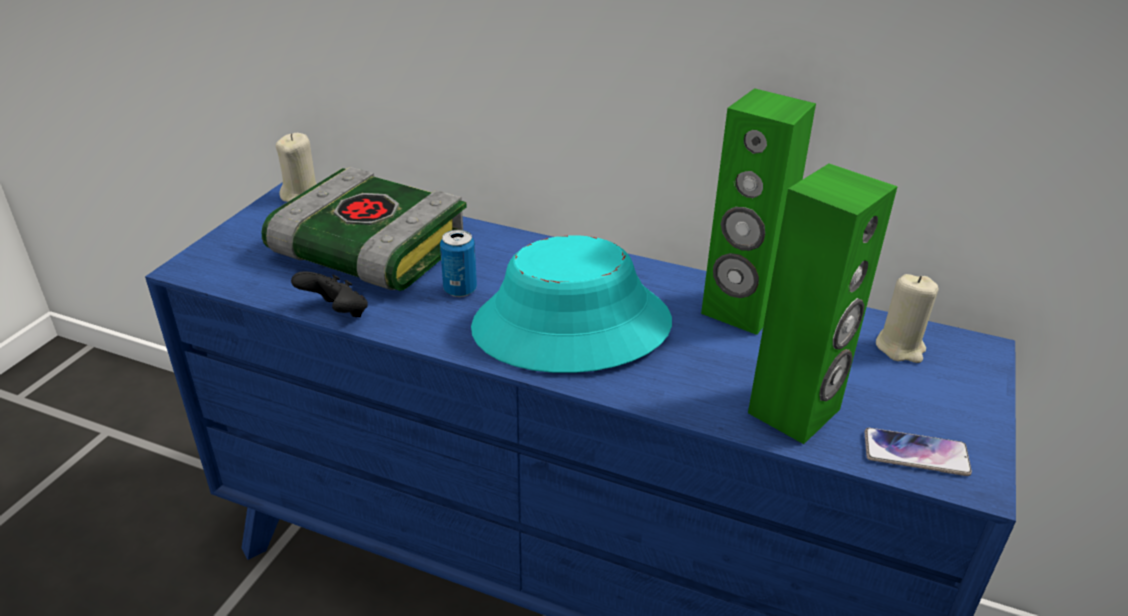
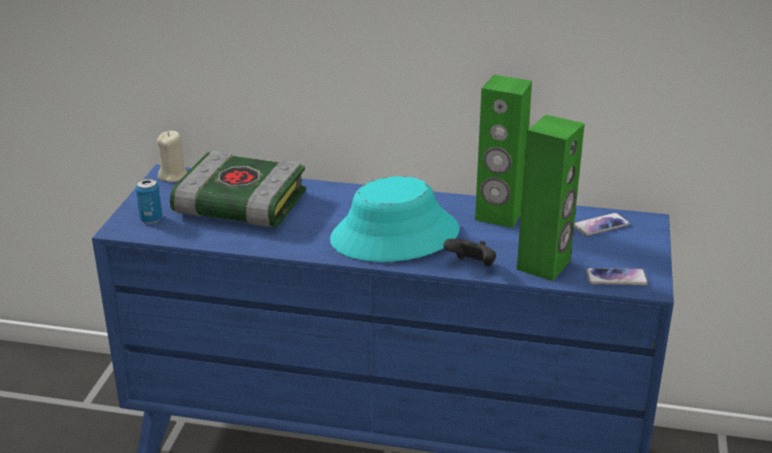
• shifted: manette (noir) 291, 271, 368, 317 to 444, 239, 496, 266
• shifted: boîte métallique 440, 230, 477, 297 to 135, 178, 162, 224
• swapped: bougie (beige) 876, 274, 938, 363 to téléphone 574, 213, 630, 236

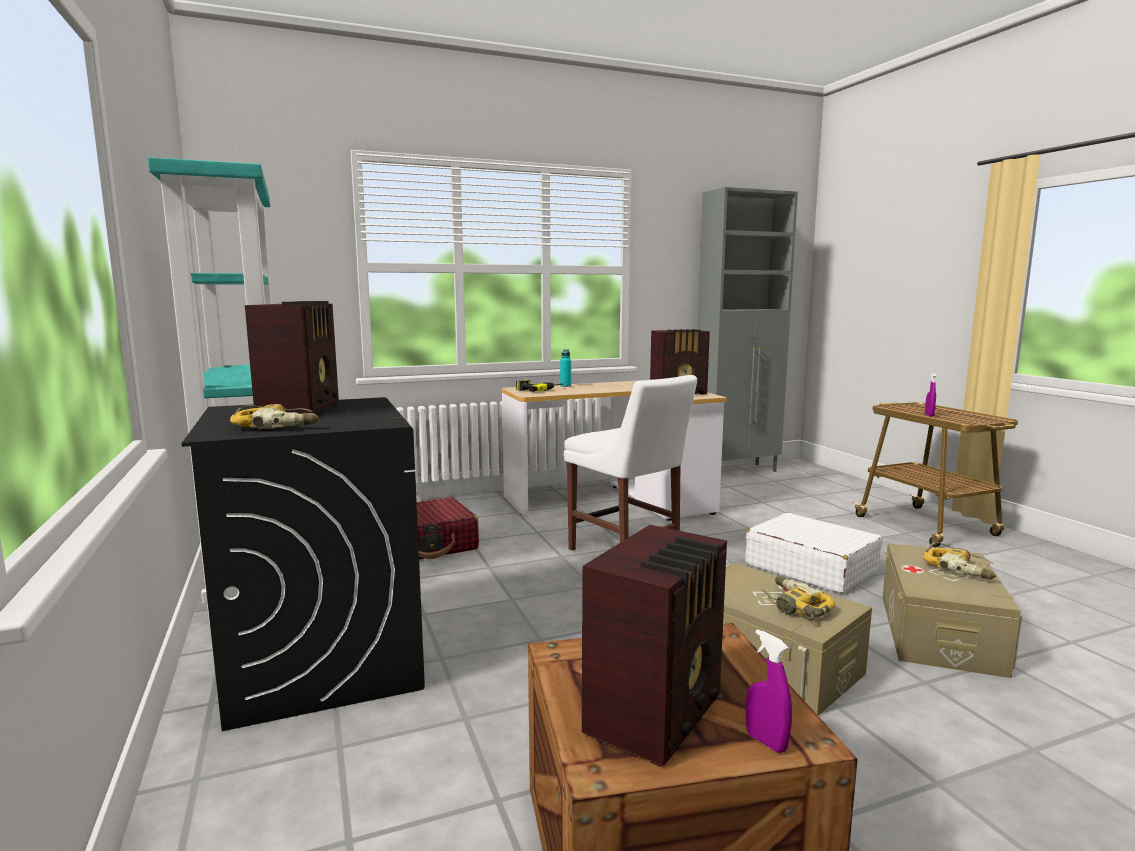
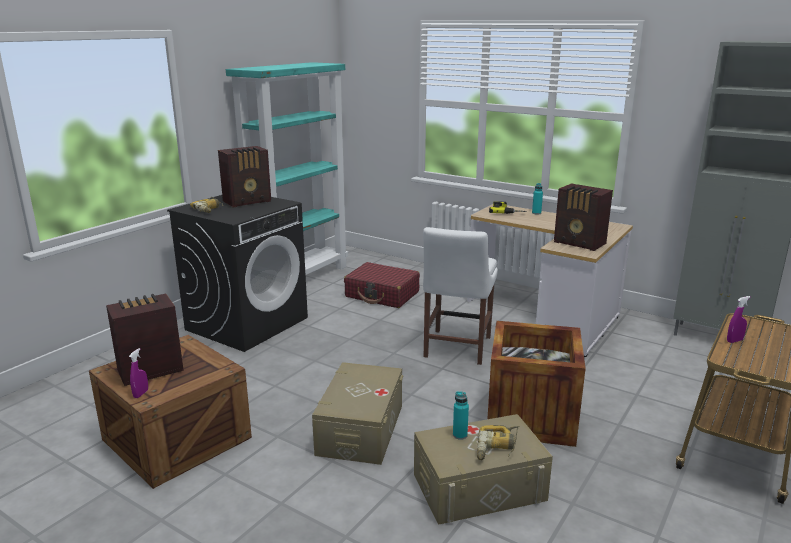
• gone: perceuse 761, 576, 835, 620
• new: bouteille (turquoise) 453, 391, 469, 440
• swapped: valise (blanc) 746, 513, 882, 593 to caisse 487, 321, 586, 447
• rotated: radio 582, 525, 727, 767 = 106, 294, 184, 386 150 degrees clockwise

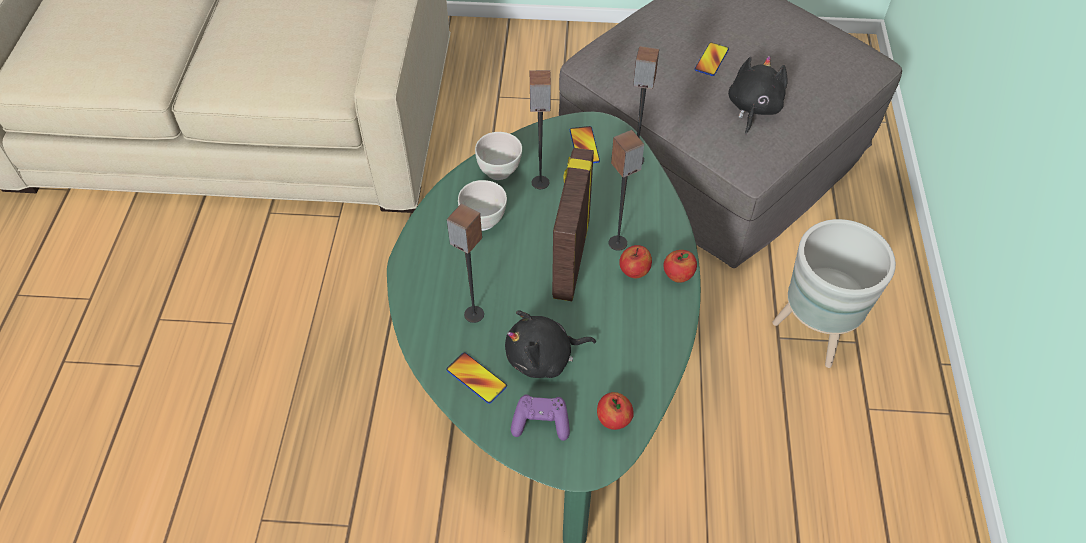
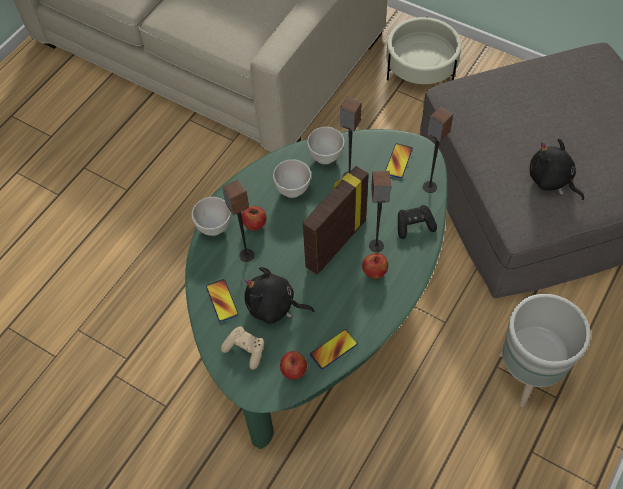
• new: bol (blanc) 192, 197, 231, 236
• new: cache-pot (beige) 386, 16, 461, 84
• new: manette (noir) 398, 205, 437, 239
• shifted: pomme 663, 250, 697, 283 to 242, 206, 267, 231
• shifted: téléphone 694, 42, 729, 76 to 310, 329, 358, 369
• repainted: manette (violet) 511, 394, 570, 441 to manette (beige) 221, 327, 264, 370
• rotated: peluche (noir) 728, 56, 787, 134 = 530, 138, 584, 200 90 degrees counterclockwise

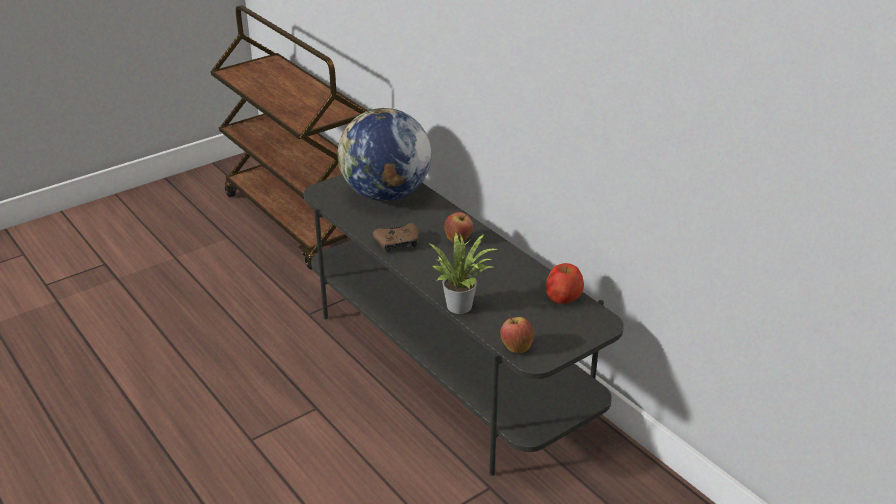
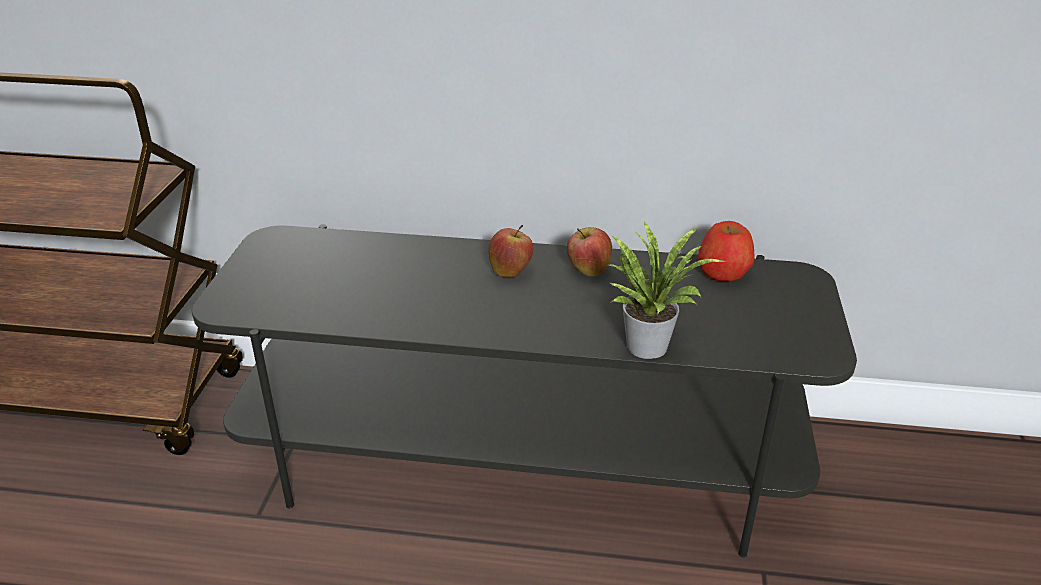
• gone: globe 338, 108, 431, 201
• gone: manette (marron) 373, 223, 418, 252
• shifted: pomme 500, 315, 534, 353 to 567, 227, 612, 276

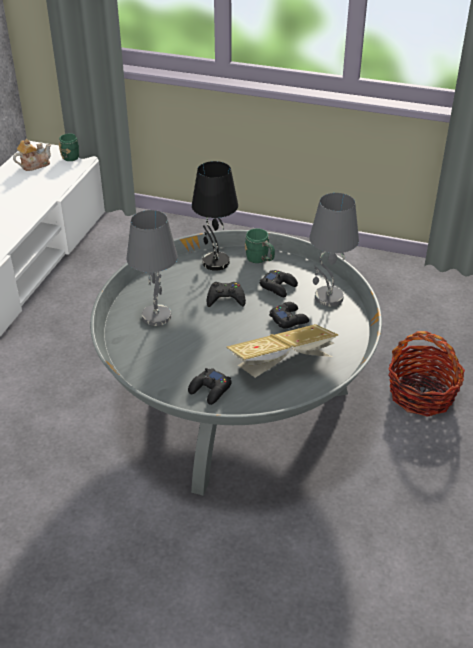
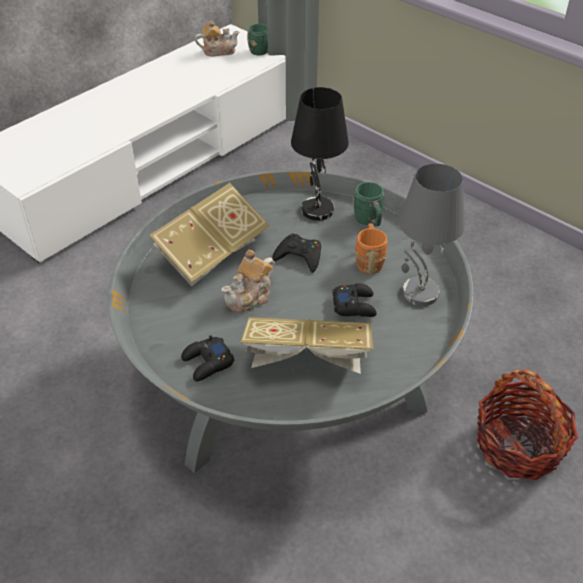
• new: théière 222, 250, 275, 312
• swapped: lampe de table (gris) 126, 210, 178, 326 to livre 149, 183, 270, 286
• swapped: manette (noir) 259, 270, 298, 297 to mug (orange) 355, 224, 388, 274

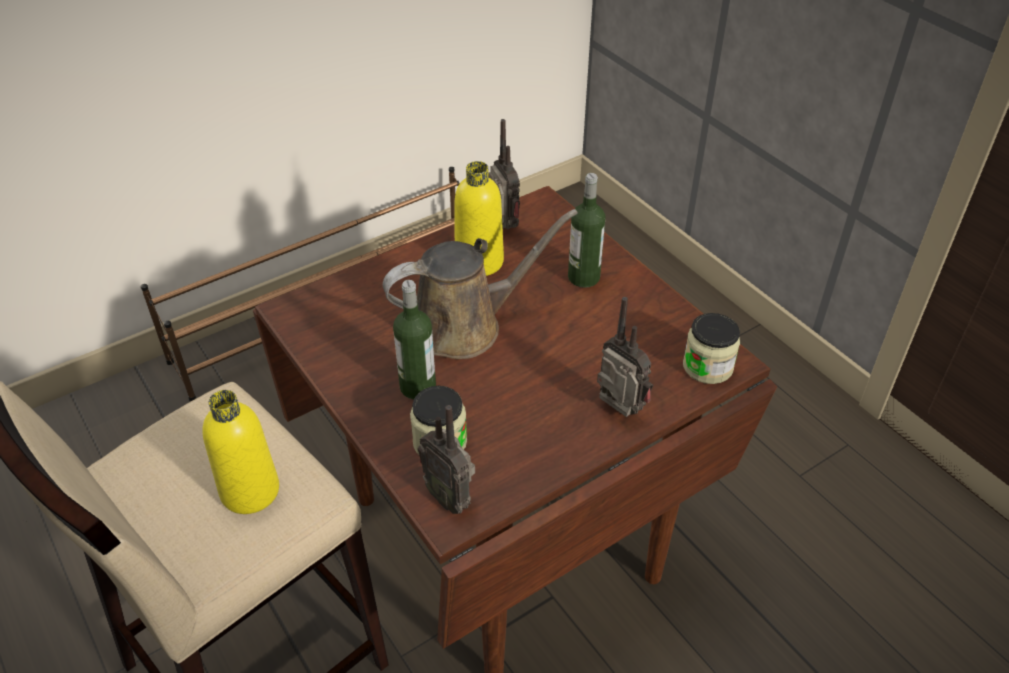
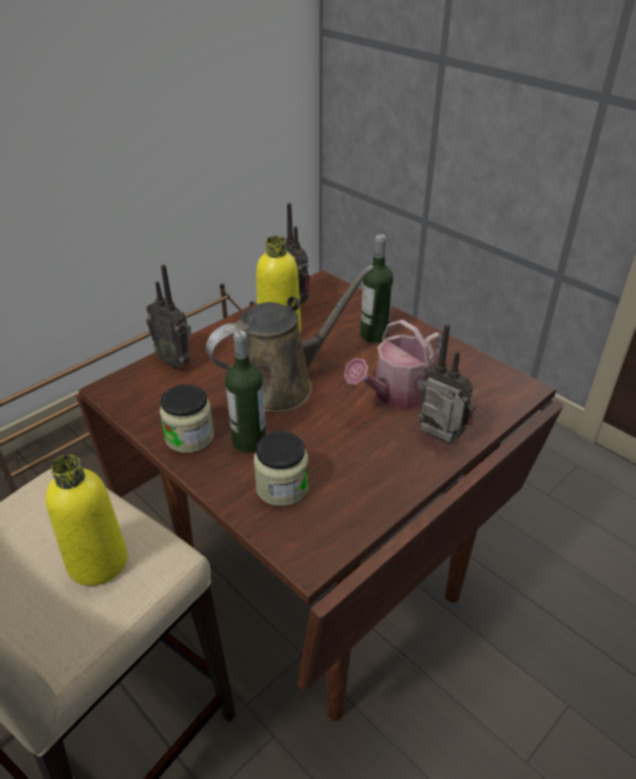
• new: arrosoir 344, 319, 442, 409
• shifted: radio 418, 405, 475, 514 to 146, 264, 191, 368
• shifted: bocal 683, 313, 740, 384 to 160, 384, 214, 453

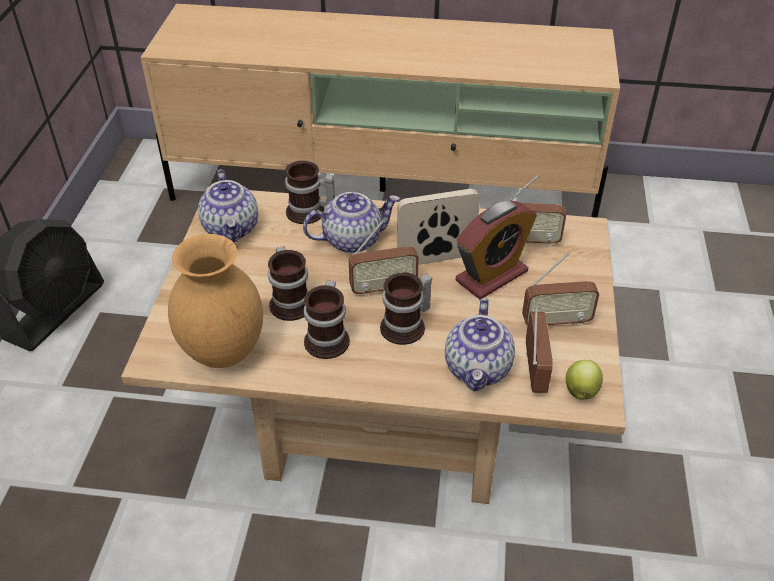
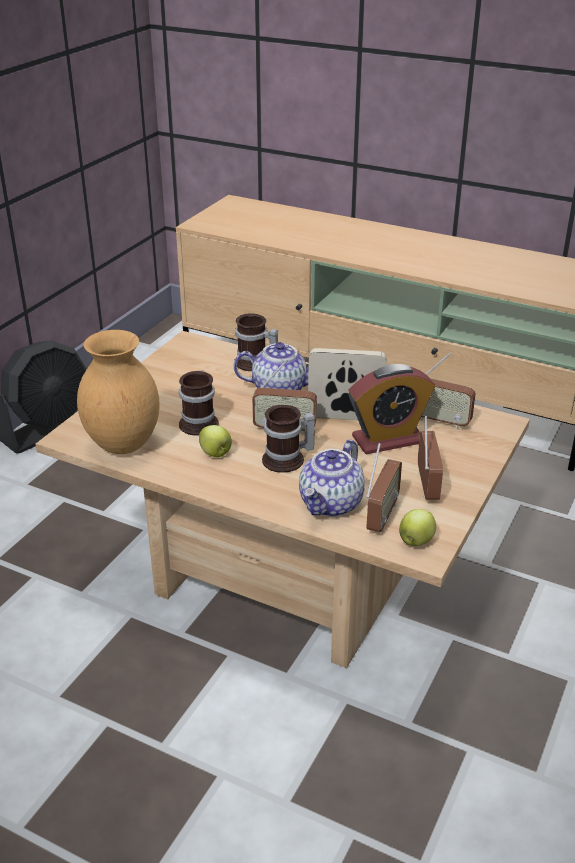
• gone: théière 198, 169, 258, 242
• swapped: mug 304, 280, 350, 359 to pomme 199, 425, 232, 457
• rotated: radio 522, 253, 599, 327 = 418, 416, 443, 500 105 degrees counterclockwise

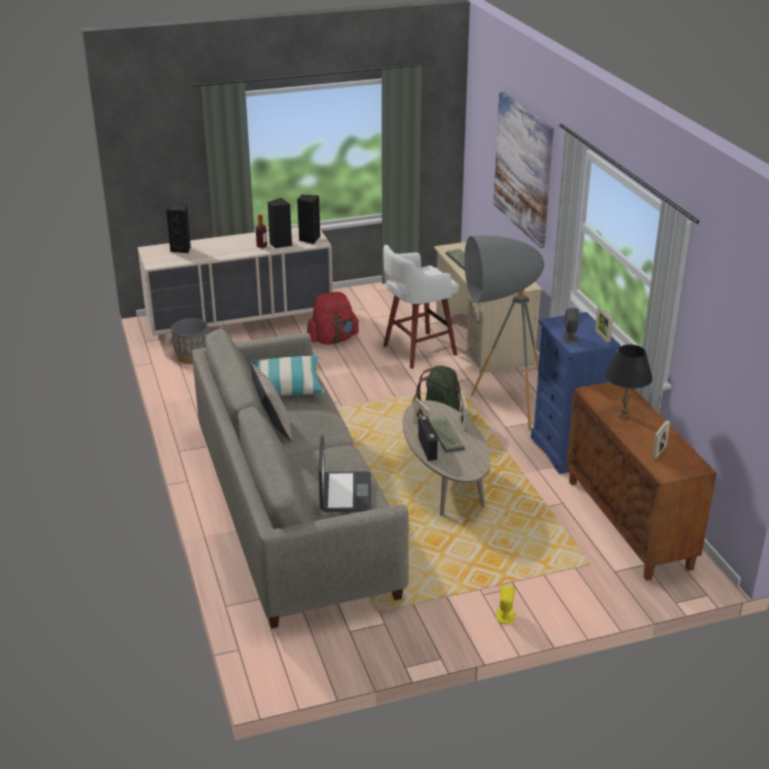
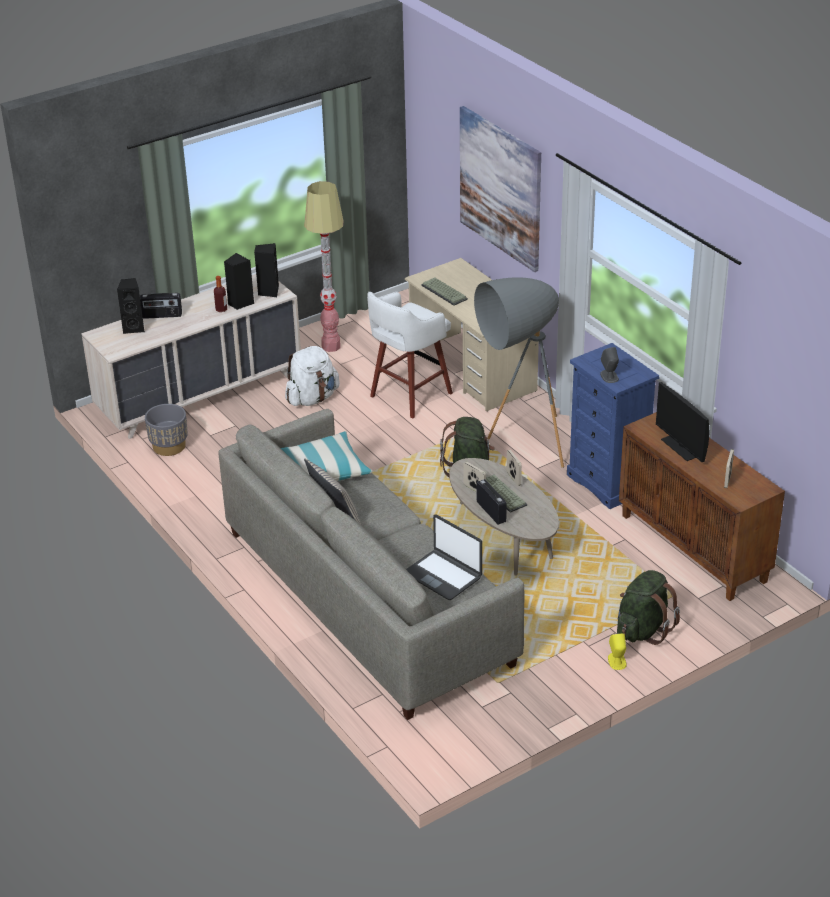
• gone: cadre photo 595, 307, 613, 343
• new: radio 140, 293, 182, 319
• new: lampadaire 304, 181, 344, 352
• new: sac à dos (vert) 617, 570, 680, 645
• swapped: lampe de table (noir) 605, 344, 653, 419 to écran d'ordinateur 656, 382, 710, 462
• repainted: sac à dos (rouge) 307, 292, 359, 344 to sac à dos (blanc) 285, 346, 340, 406
• rotated: ordinateur portable 319, 435, 371, 512 = 406, 515, 482, 600 150 degrees clockwise

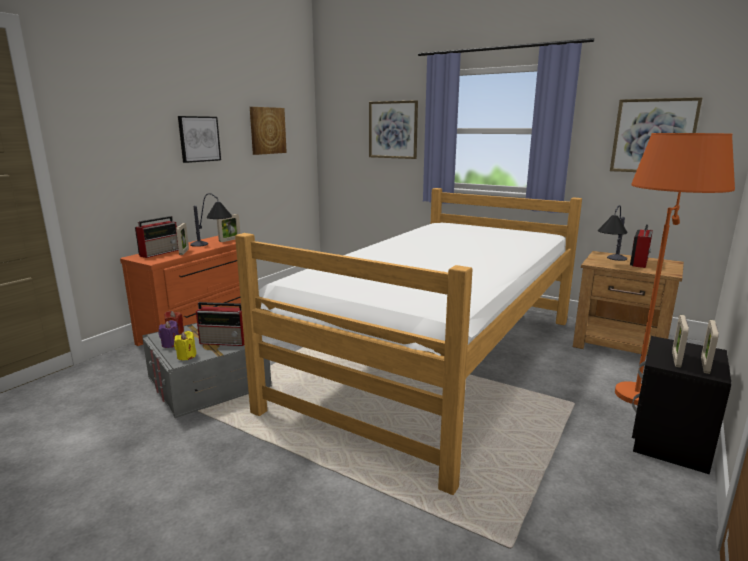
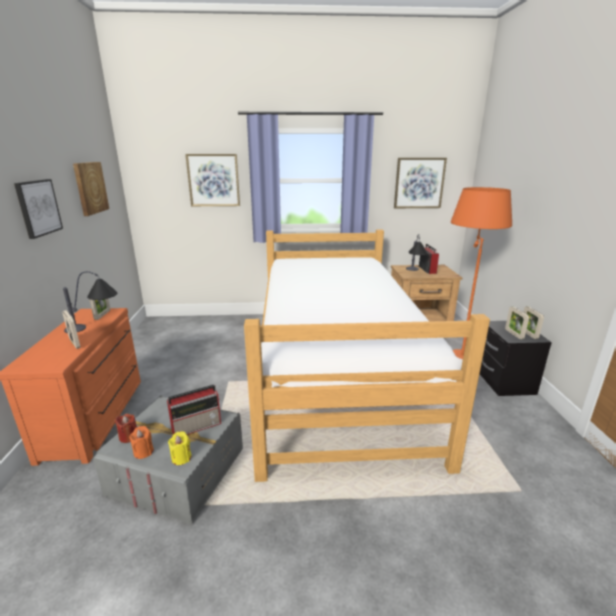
• gone: radio 135, 216, 179, 258
• repainted: bougie (violet) 159, 320, 179, 348 to bougie (orange) 129, 426, 154, 459

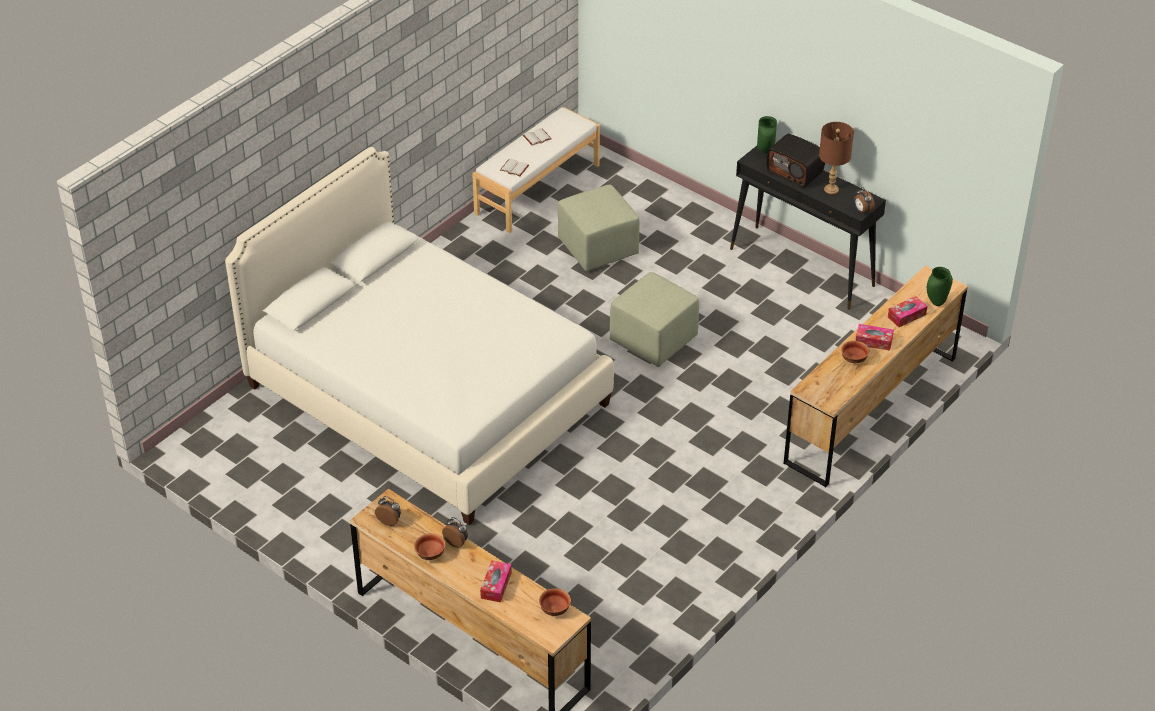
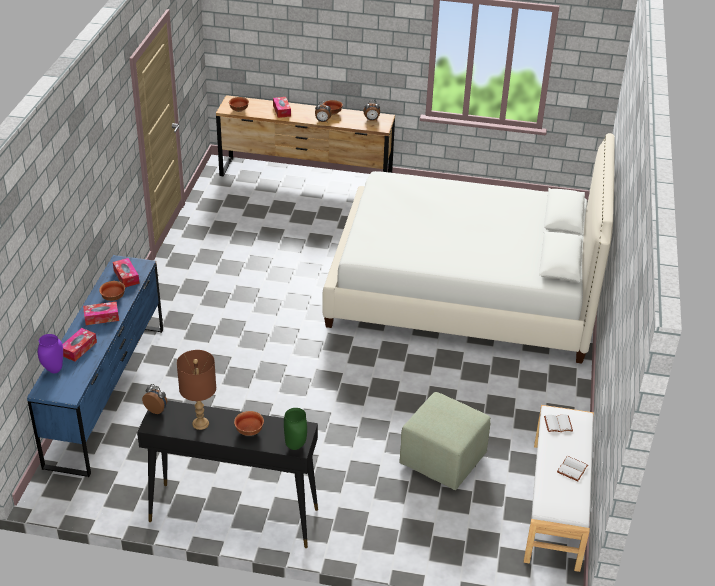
• gone: pouf (vert) 610, 272, 699, 367
• new: boîte à mouchoirs 113, 258, 140, 287
• swapped: radio 766, 134, 825, 188 to bol 234, 411, 264, 436
• repainted: commode (marron) 783, 265, 968, 487 to commode (bleu) 27, 255, 163, 477
• repainted: vase (vert) 927, 267, 953, 306 to vase (violet) 38, 334, 63, 373

